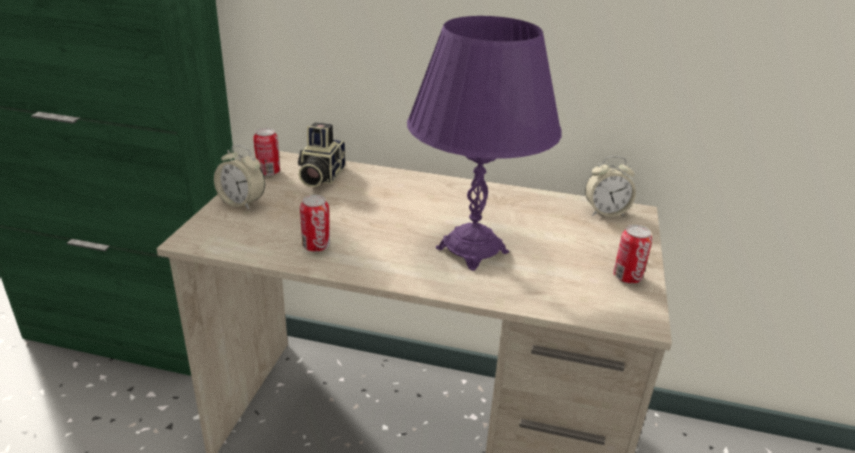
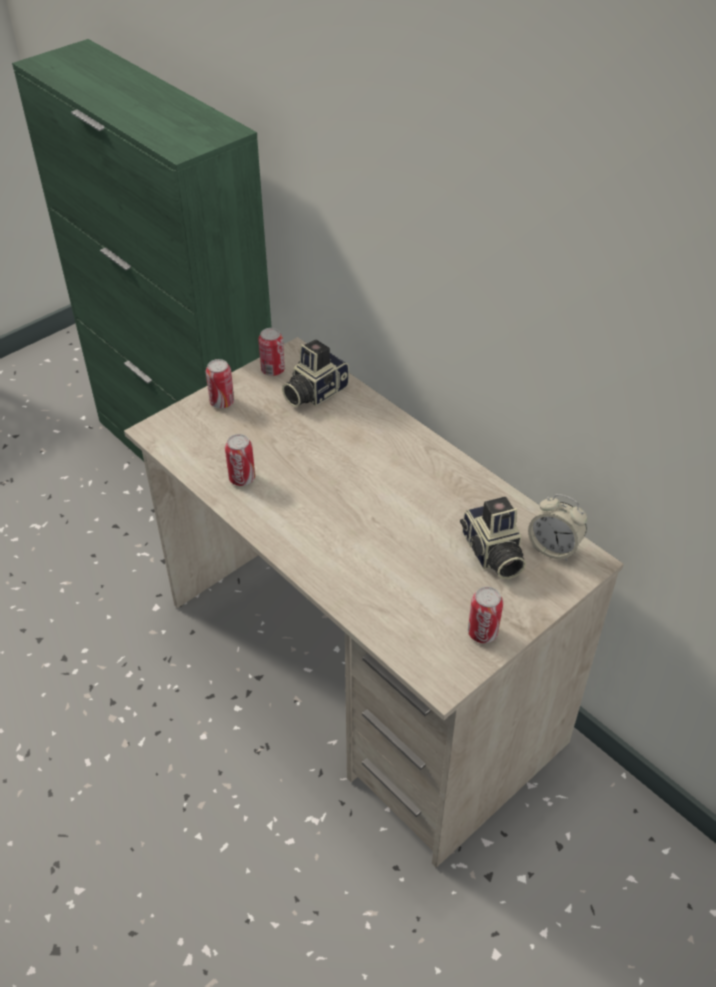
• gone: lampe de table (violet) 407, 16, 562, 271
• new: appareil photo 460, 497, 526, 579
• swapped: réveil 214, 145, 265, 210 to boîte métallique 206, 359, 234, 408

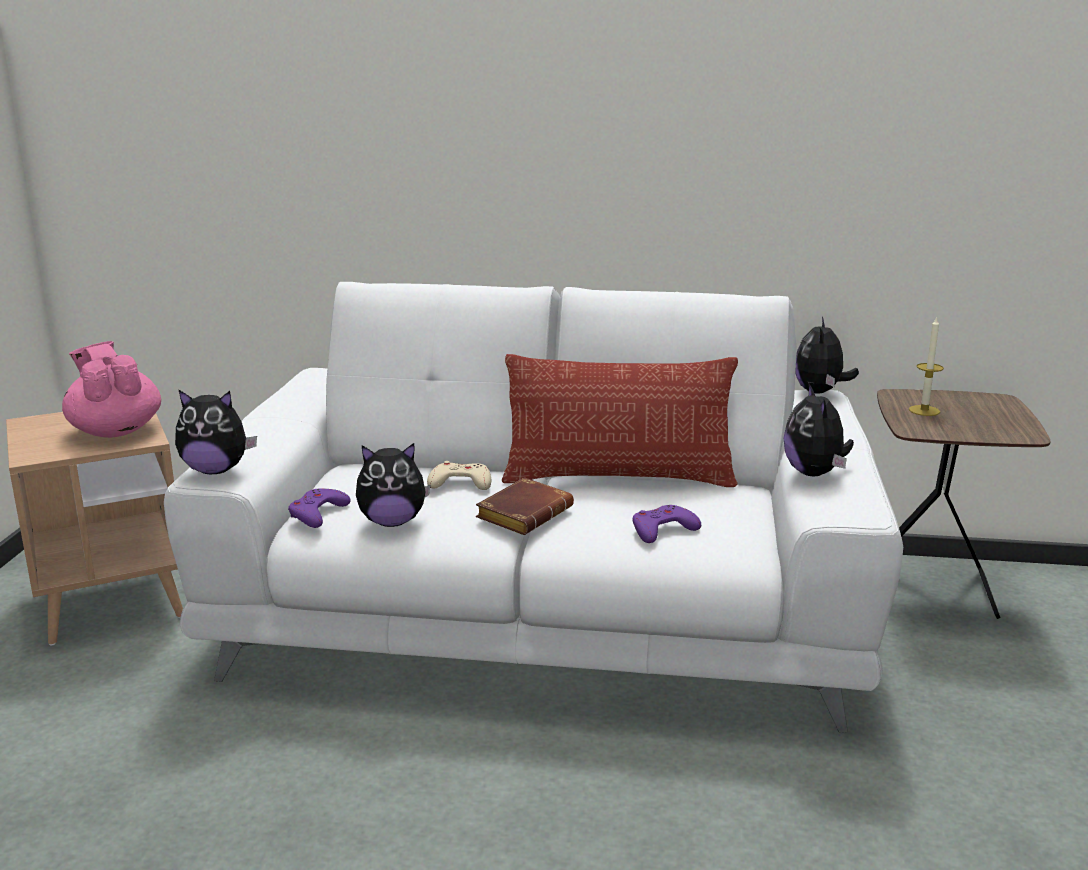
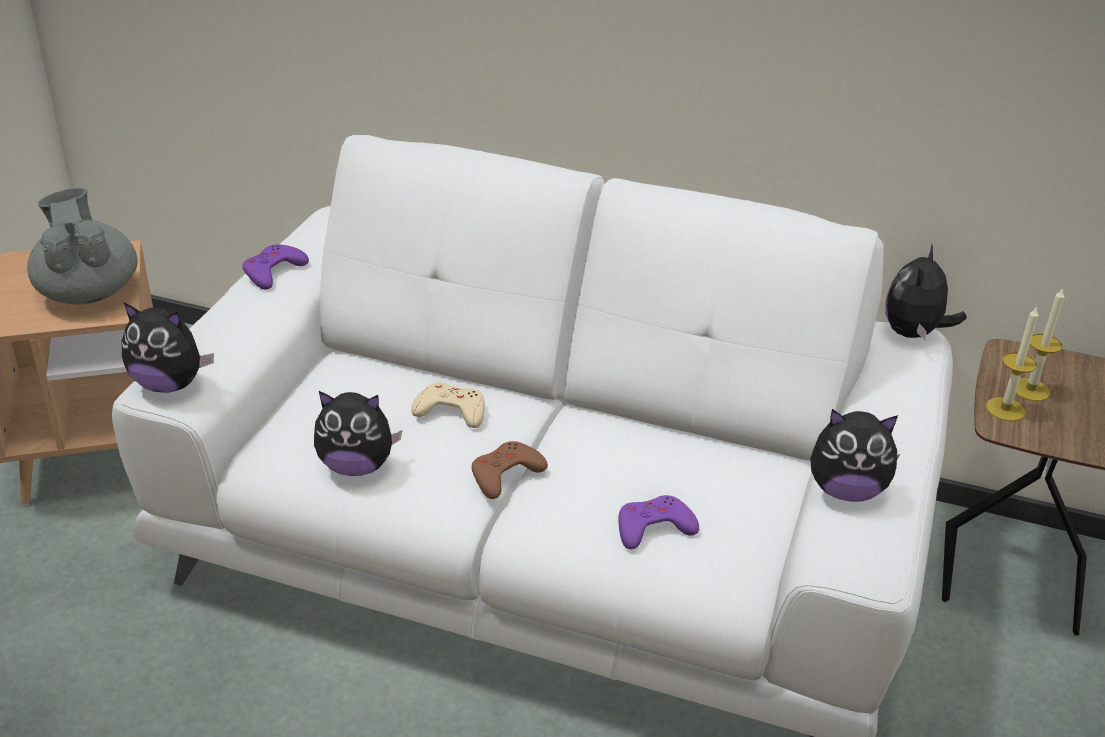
• gone: coussin 502, 354, 738, 487
• new: bougie 986, 306, 1039, 421
• shifted: manette (violet) 288, 489, 351, 528 to 242, 244, 309, 290
• swapped: livre (marron) 476, 477, 574, 535 to manette (marron) 472, 441, 548, 499
• repainted: théière (rose) 62, 341, 161, 438 to théière (gris) 27, 188, 138, 305
• rotated: peluche 784, 383, 854, 477 = 810, 409, 901, 502 90 degrees counterclockwise

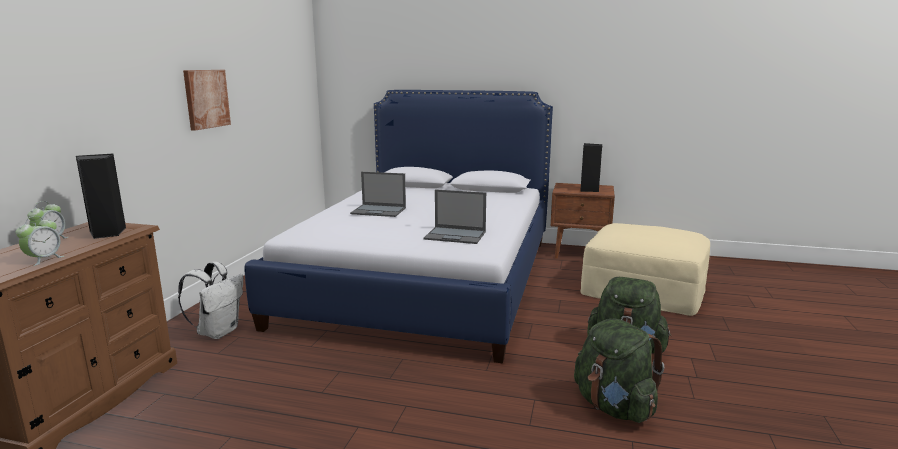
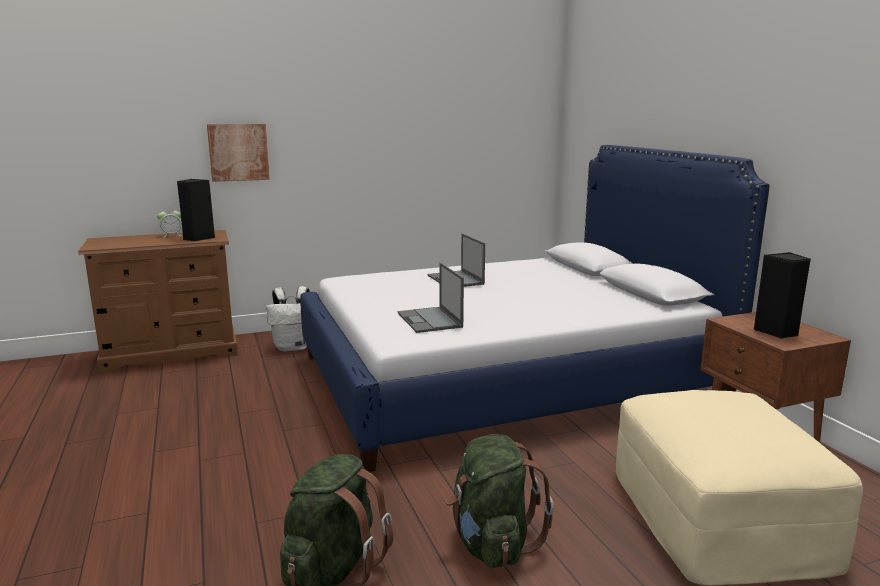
• gone: réveil 16, 216, 64, 266
• shifted: tableau 183, 70, 231, 130 to 207, 124, 270, 182

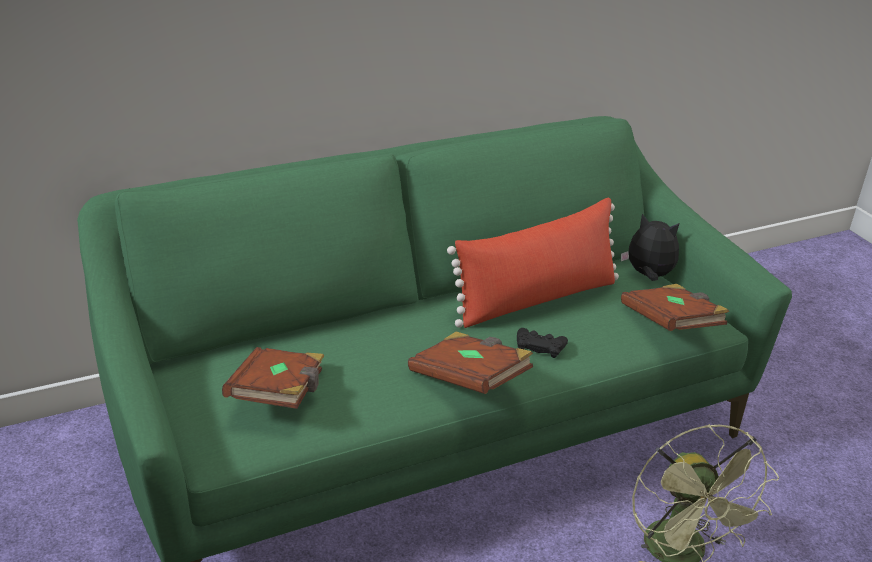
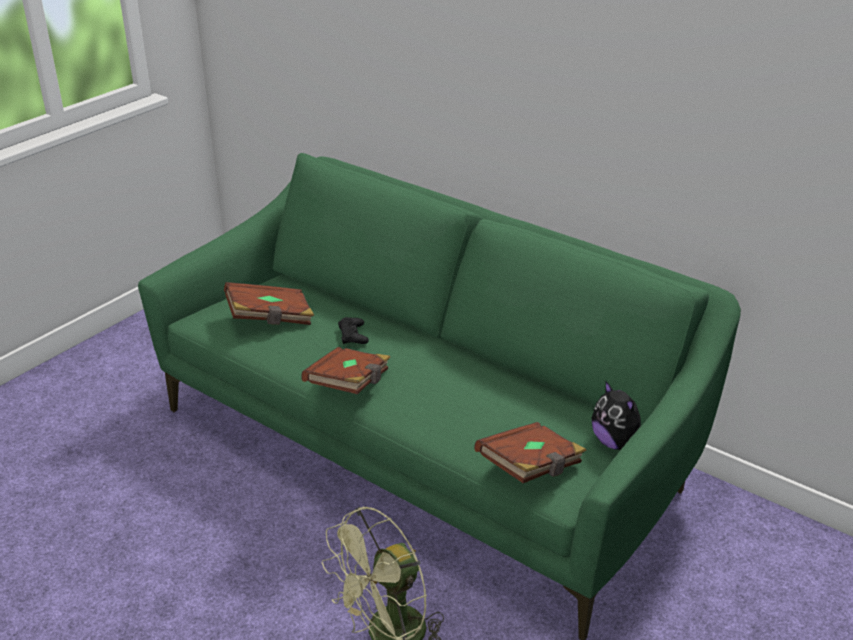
• gone: coussin (rouge) 447, 198, 619, 328
• shifted: manette (noir) 517, 328, 568, 358 to 338, 317, 369, 344
• rotated: peluche 621, 214, 679, 281 = 591, 380, 641, 450 150 degrees clockwise

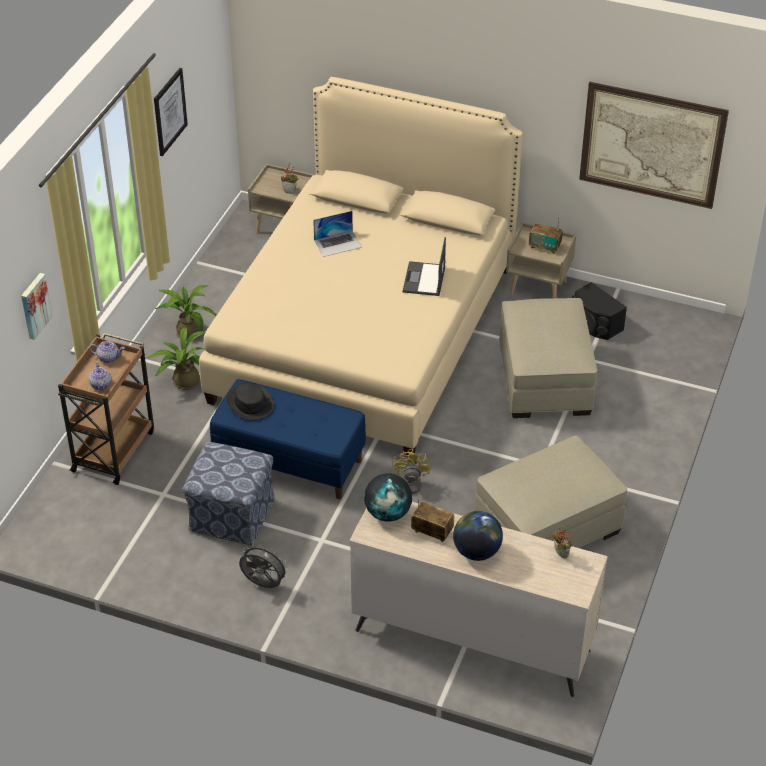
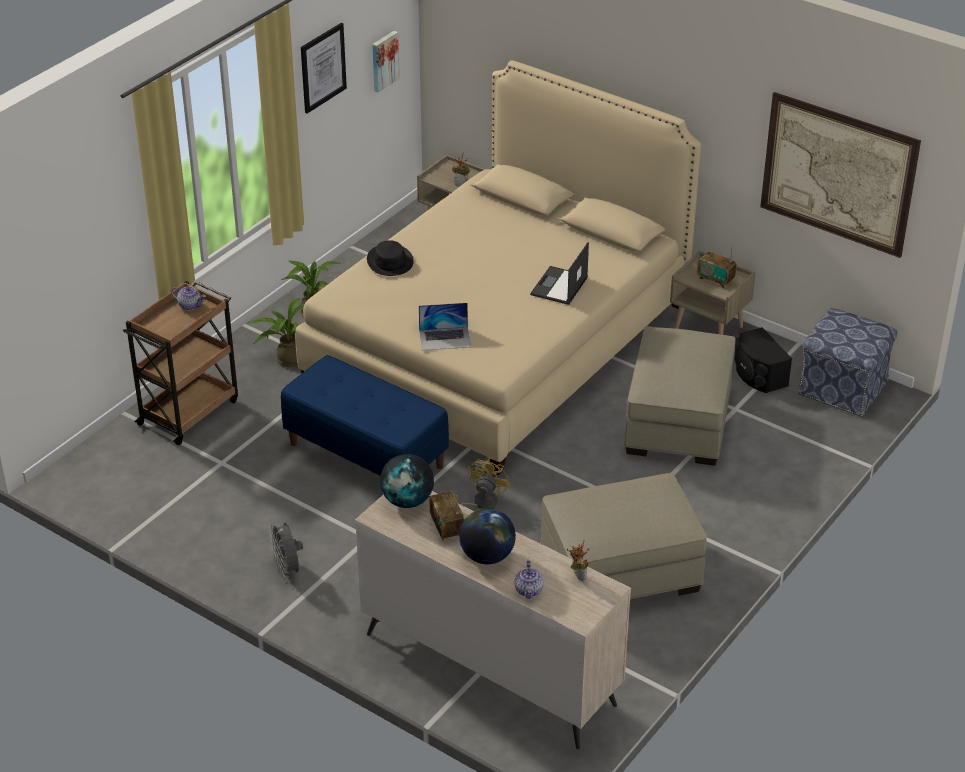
• shifted: tableau 21, 273, 53, 340 to 372, 31, 400, 93
• shifted: théière 89, 362, 111, 391 to 514, 561, 543, 599
• shifted: pouf 182, 442, 275, 545 to 797, 308, 898, 417
• shifted: chapeau (noir) 227, 383, 274, 420 to 367, 240, 414, 276
• shifted: ordinateur portable 313, 211, 362, 257 to 419, 303, 471, 351
• rotated: ventilateur (gris) 239, 543, 289, 588 = 269, 522, 303, 578 150 degrees counterclockwise
• rotated: radio 411, 498, 454, 542 = 429, 491, 465, 541 150 degrees counterclockwise

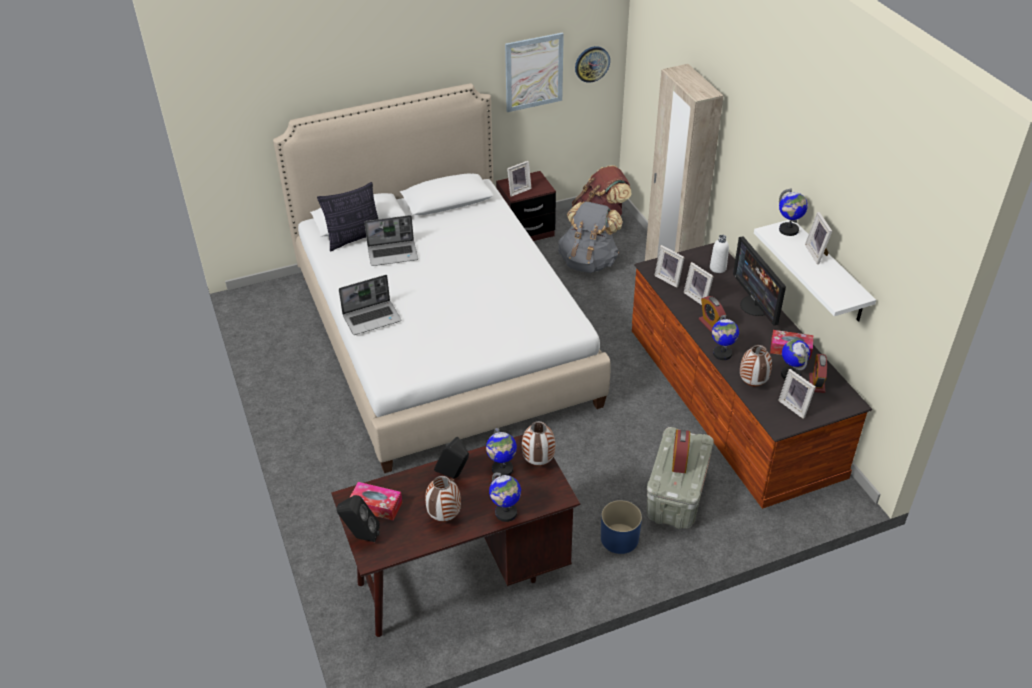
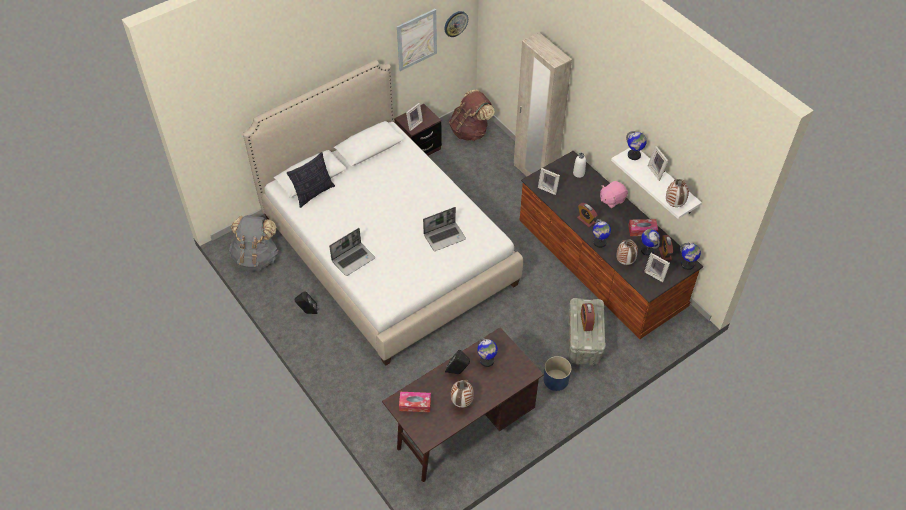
• gone: cadre photo 683, 262, 714, 305
• shifted: enceinte (noir) 337, 495, 380, 542 to 295, 291, 318, 314
• shifted: ordinateur portable 364, 215, 418, 266 to 423, 207, 466, 251
• shifted: globe 489, 473, 521, 522 to 680, 243, 701, 270
• shifted: vase 522, 421, 555, 466 to 666, 179, 689, 207
• shifted: sac à dos (gris) 558, 202, 623, 273 to 229, 215, 278, 271
• swapped: écran d'ordinateur 733, 237, 786, 326 to peluche (rose) 600, 181, 628, 208

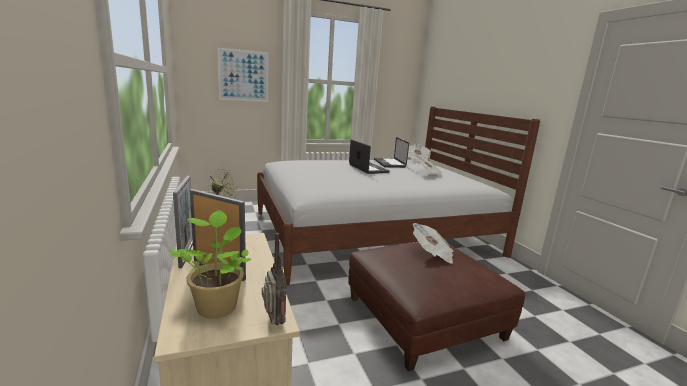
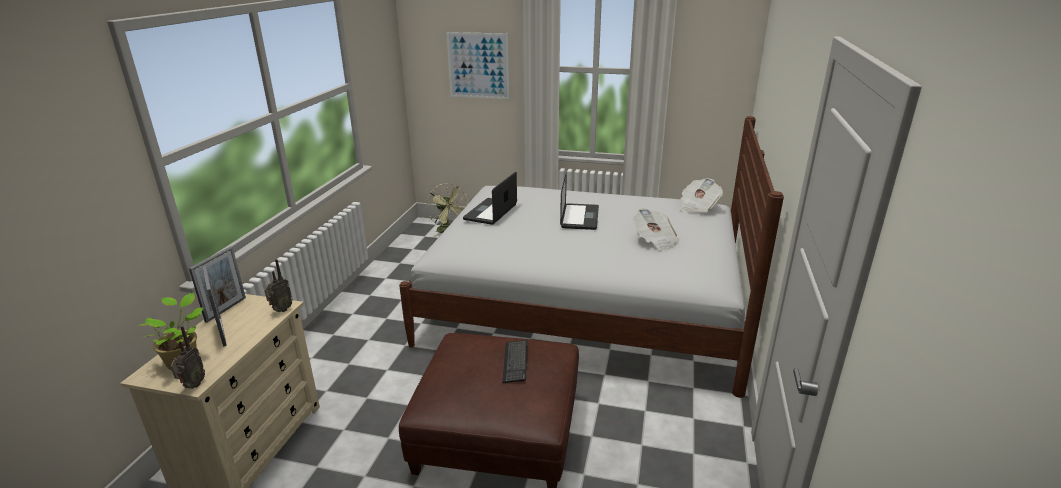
• new: radio 265, 259, 293, 312
• shifted: ordinateur portable 374, 137, 409, 168 to 463, 172, 517, 225
• swapped: journal 413, 223, 453, 264 to clavier 502, 340, 528, 383

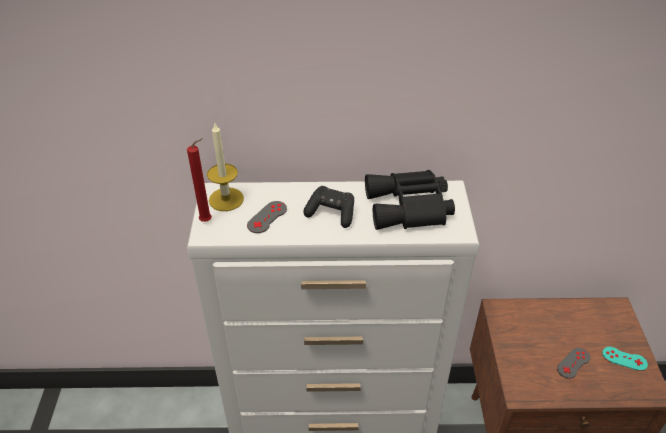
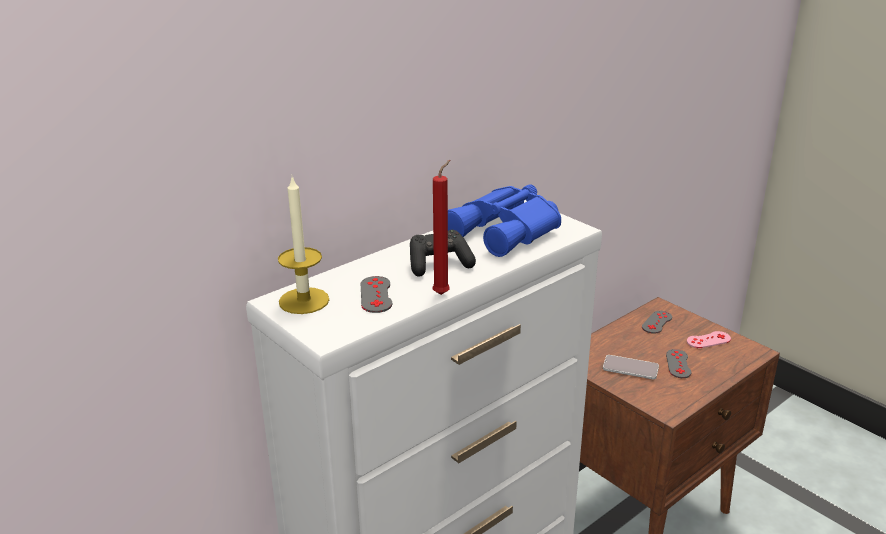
• new: téléphone 603, 355, 659, 379
• new: manette (gris) 642, 311, 672, 334
• shifted: bougie (rouge) 187, 138, 212, 222 to 433, 160, 450, 295
• repainted: jumelles (noir) 365, 170, 455, 230 to jumelles (bleu) 448, 184, 561, 257
• repainted: manette (turquoise) 602, 347, 648, 371 to manette (rose) 687, 331, 731, 348

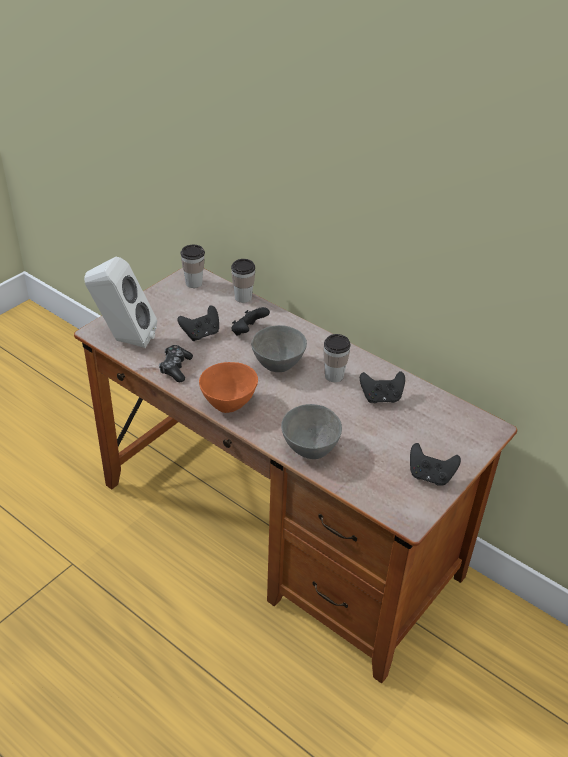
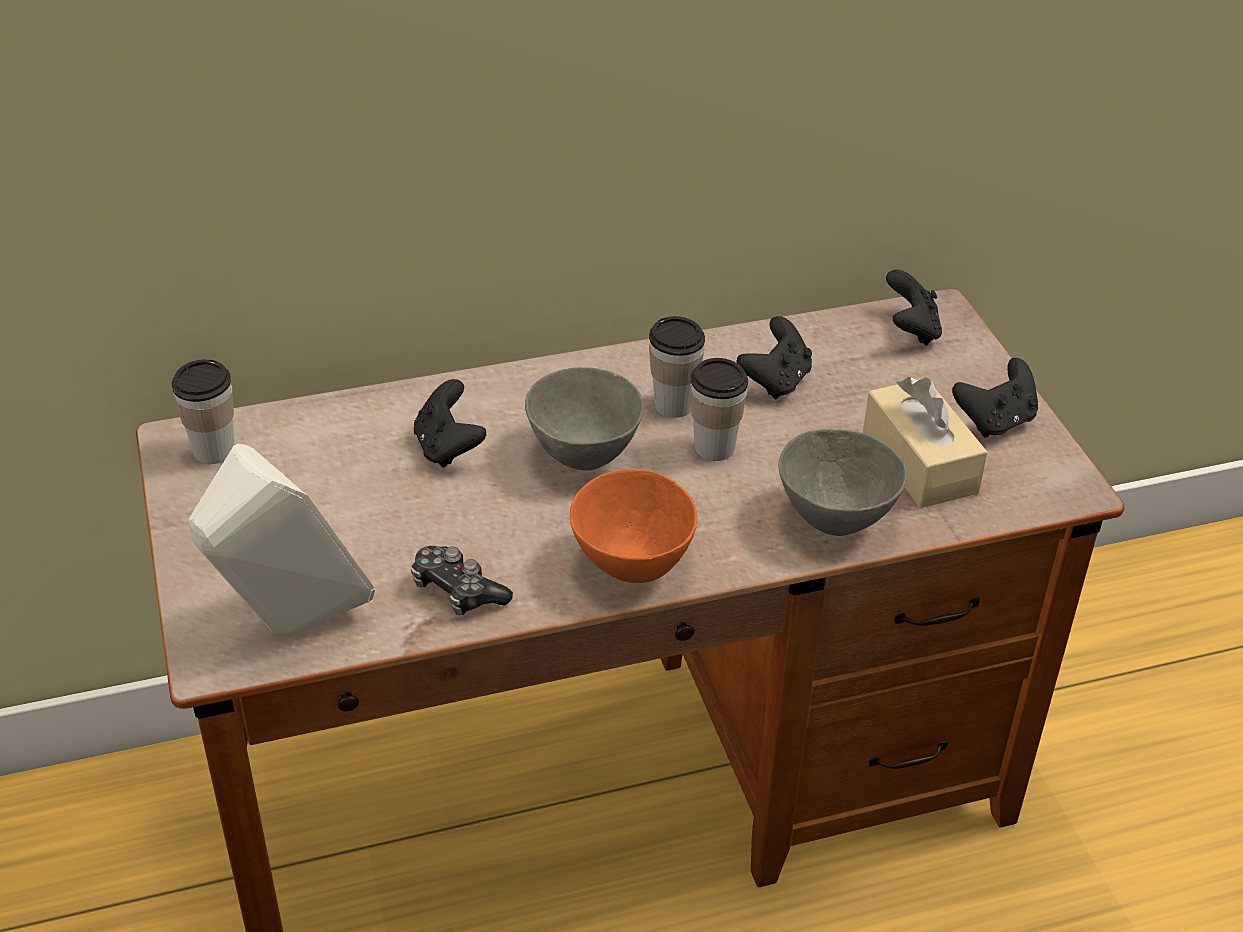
• new: boîte à mouchoirs (beige) 863, 377, 988, 508
• shifted: manette (noir) 177, 305, 219, 341 to 886, 269, 942, 346
• shifted: tasse 231, 259, 255, 303 to 690, 358, 748, 461

